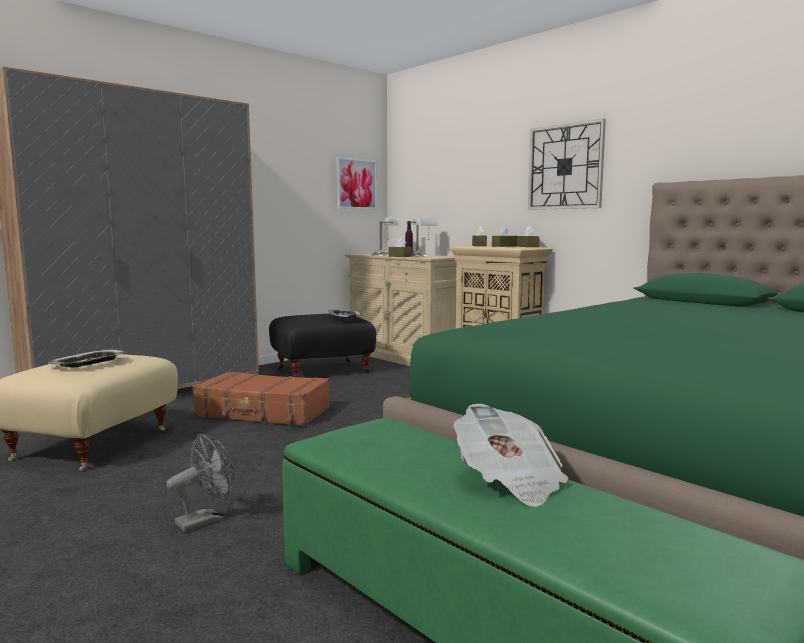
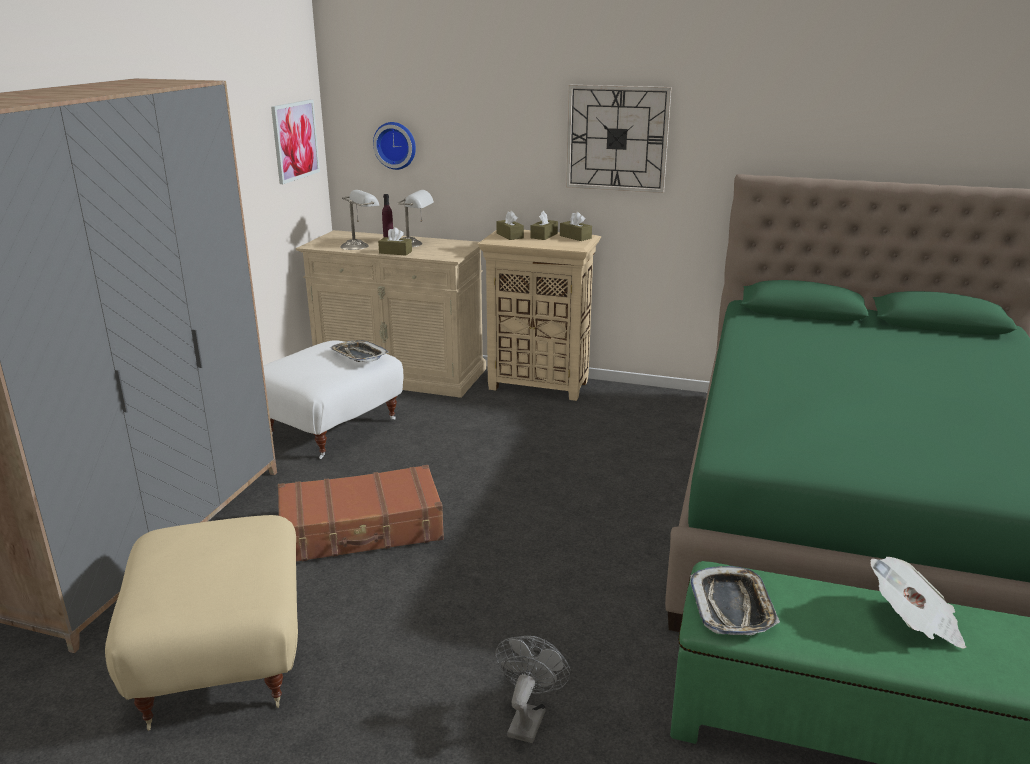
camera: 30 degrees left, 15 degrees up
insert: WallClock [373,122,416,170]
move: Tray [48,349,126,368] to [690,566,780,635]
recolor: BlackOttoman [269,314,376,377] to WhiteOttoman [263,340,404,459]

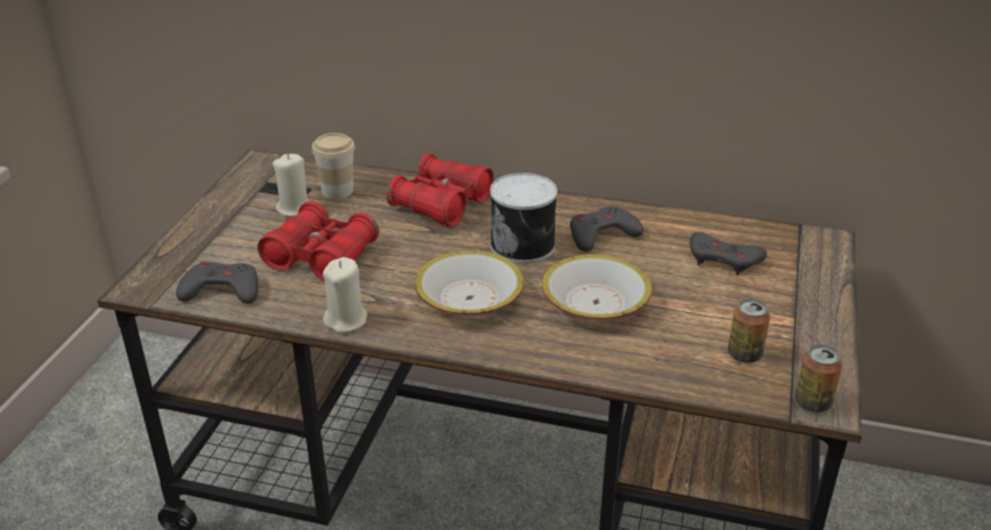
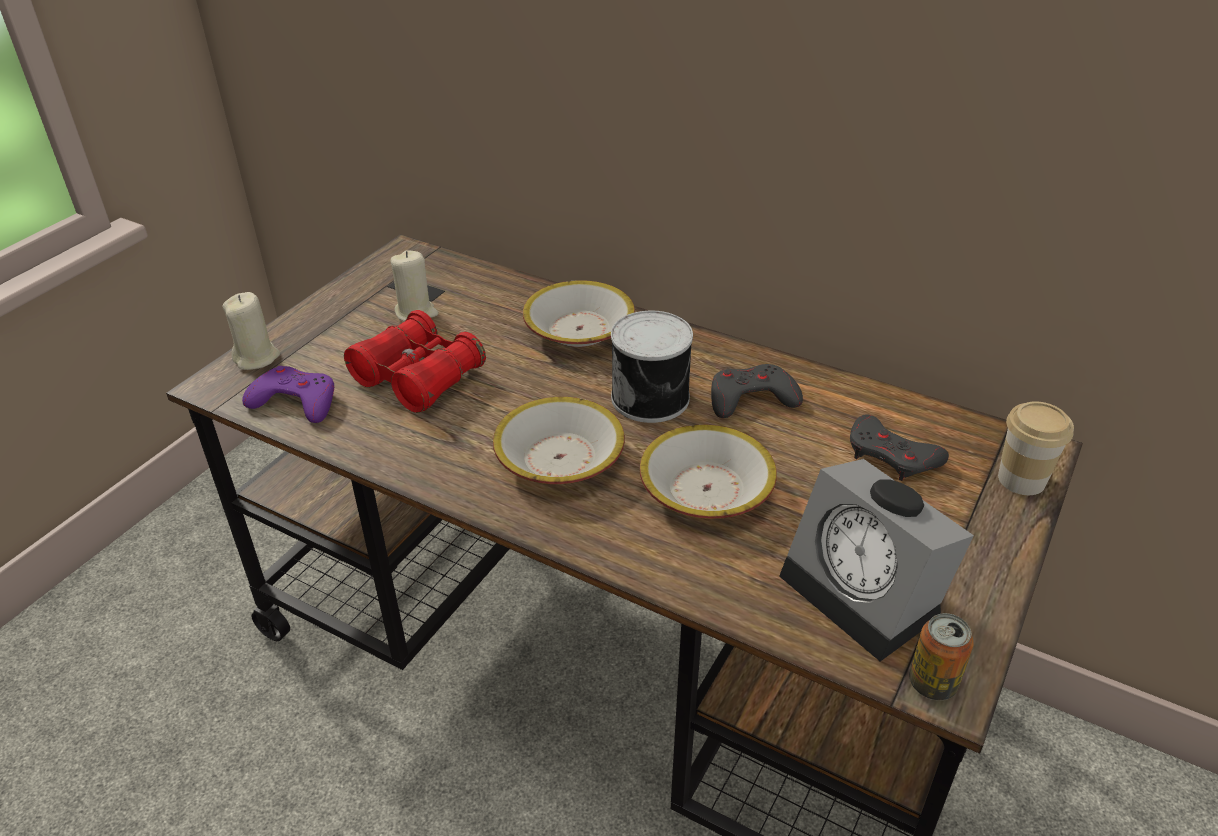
camera: 15 degrees right, 5 degrees up
move: BeigeCandle [323,257,367,333] to [223,292,280,370]; Cup [312,133,355,199] to [998,401,1074,495]
replace: RedBinoculars [386,153,494,227] to Bowl [523,280,635,347]; Can [728,298,770,363] to AlarmClock [779,459,974,662]
recolor: GreyGameController [176,261,258,304] to PurpleGameController [242,366,334,423]

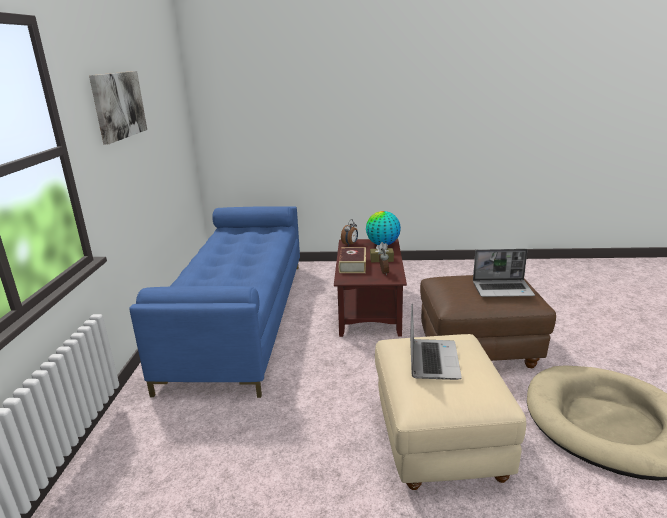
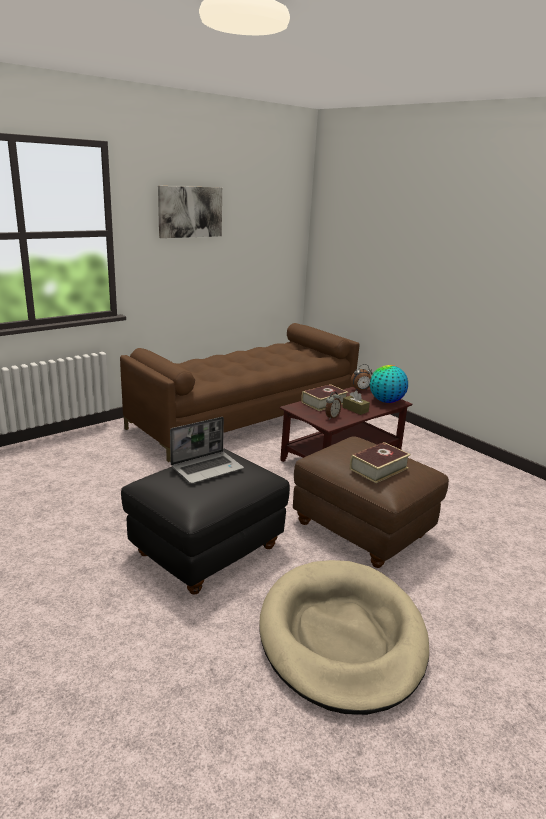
camera: 45 degrees right, 0 degrees up
replace: Laptop [473,249,535,297] to Book [350,442,411,483]
recolor: BlueSofa [129,206,300,398] to BrownSofa [120,323,360,462]; BeigeOttoman [375,334,526,490] to BlackOttoman [121,448,290,594]

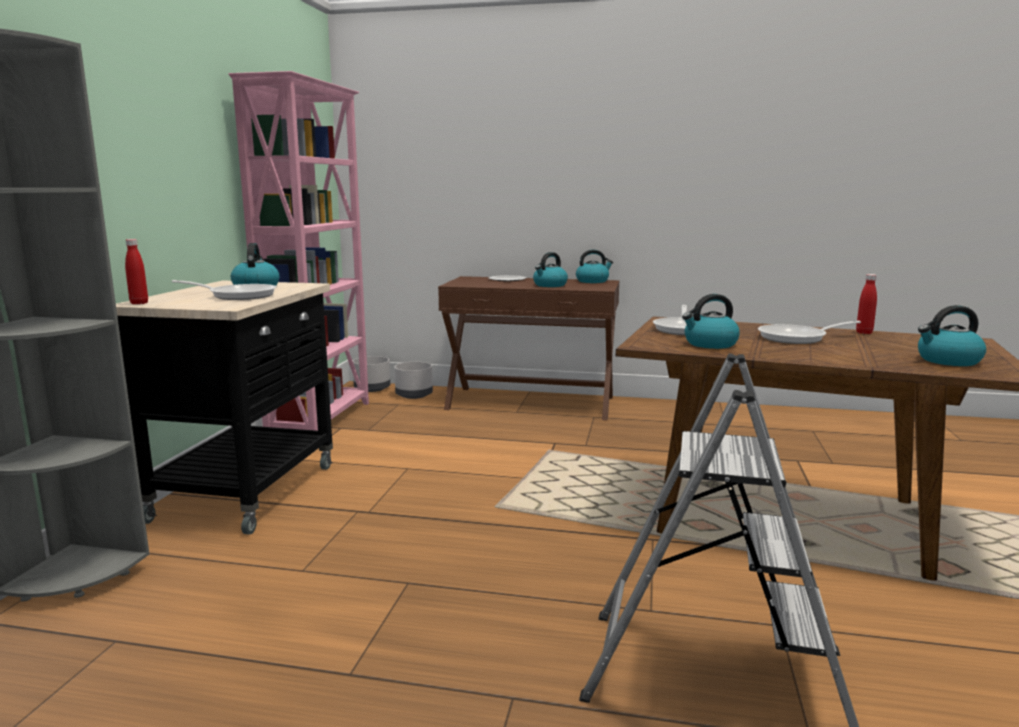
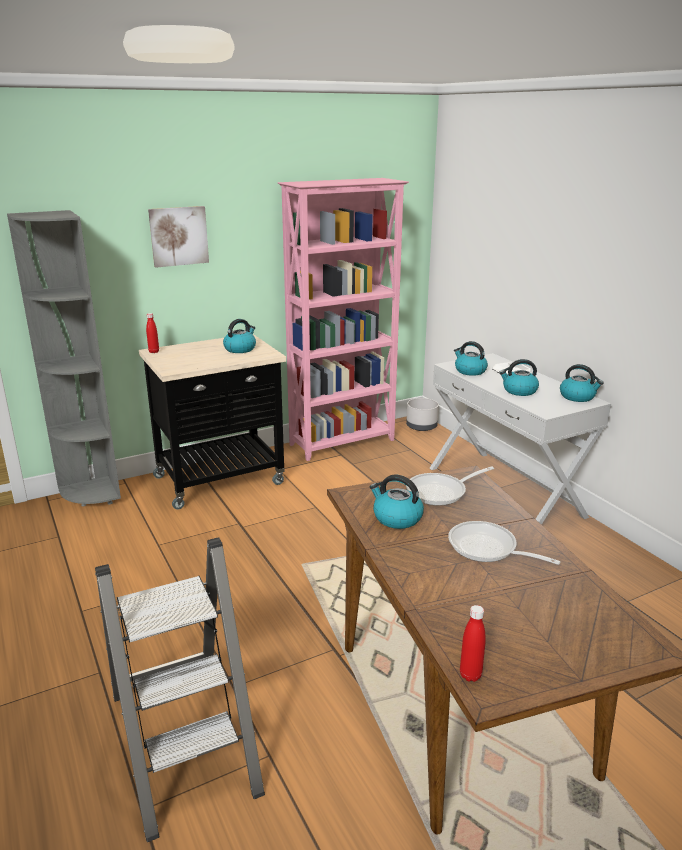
camera: 50 degrees right, 10 degrees up
delete: FryingPan [172,280,276,300]; GreyPlanter [394,362,433,399]
insert: Picture [148,206,209,268]
move: Kettle [918,305,986,366] to [454,341,488,376]; RedBottle [856,274,877,334] to [460,605,486,682]
recolor: BrownConsoleTable [438,276,620,420] to WhiteConsoleTable [429,353,611,525]

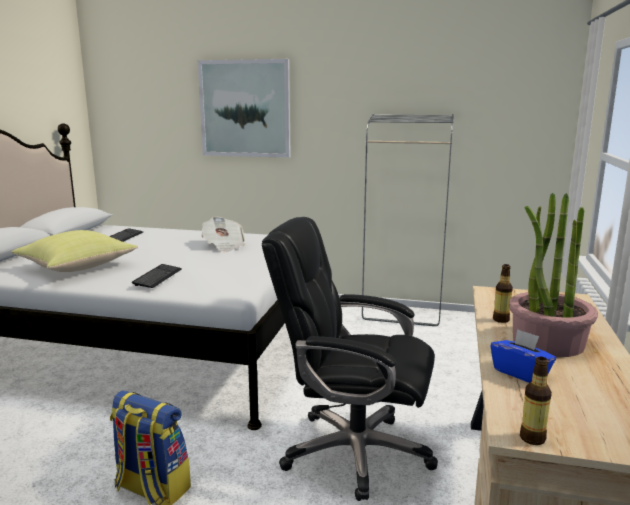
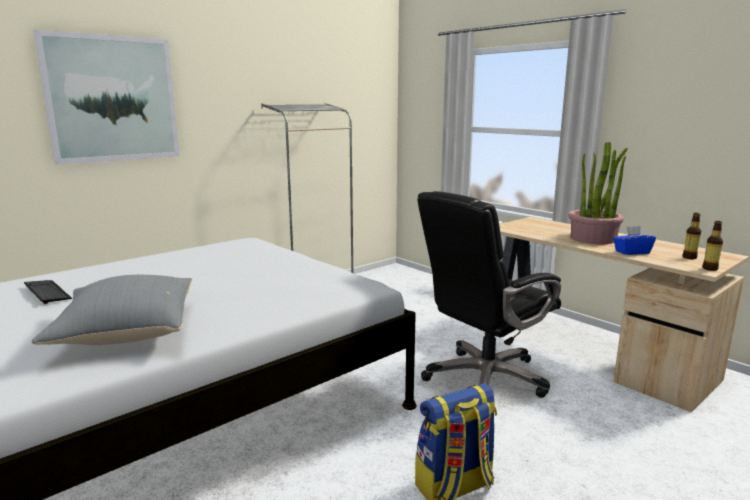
camera: 55 degrees left, 0 degrees up
delete: Keyboard [132,264,182,288]; Newspaper [201,217,245,252]
move: Bottle [493,264,513,323] to [683,213,701,259]
recolor: YellowPillow [11,230,138,272] to GreyPillow [32,275,192,345]

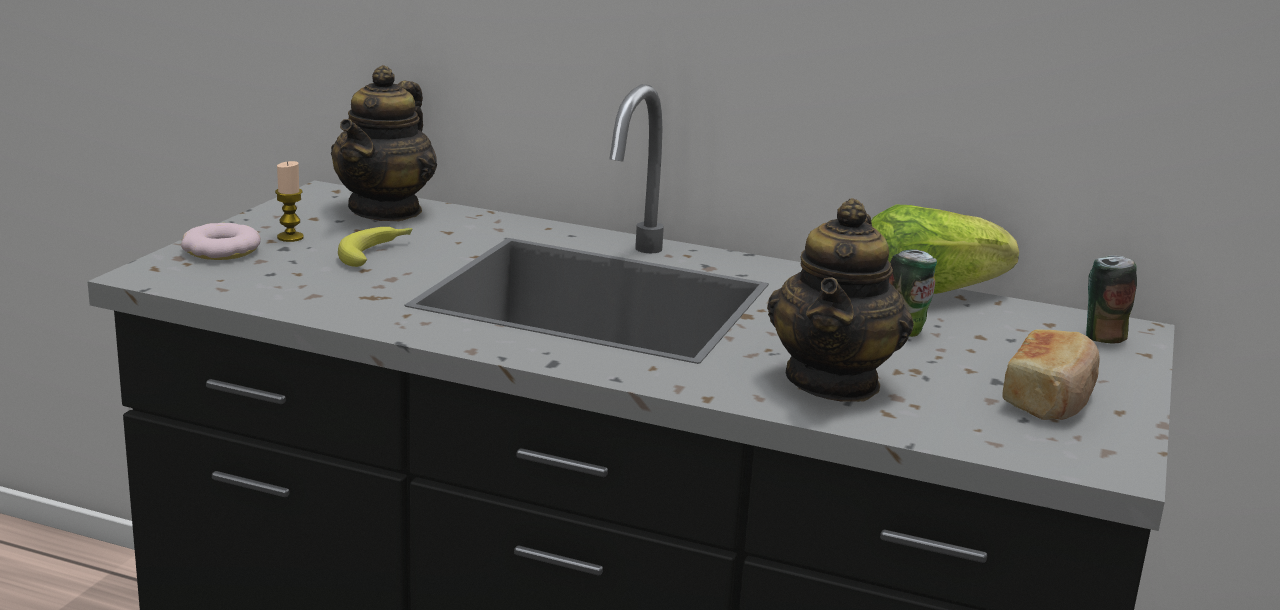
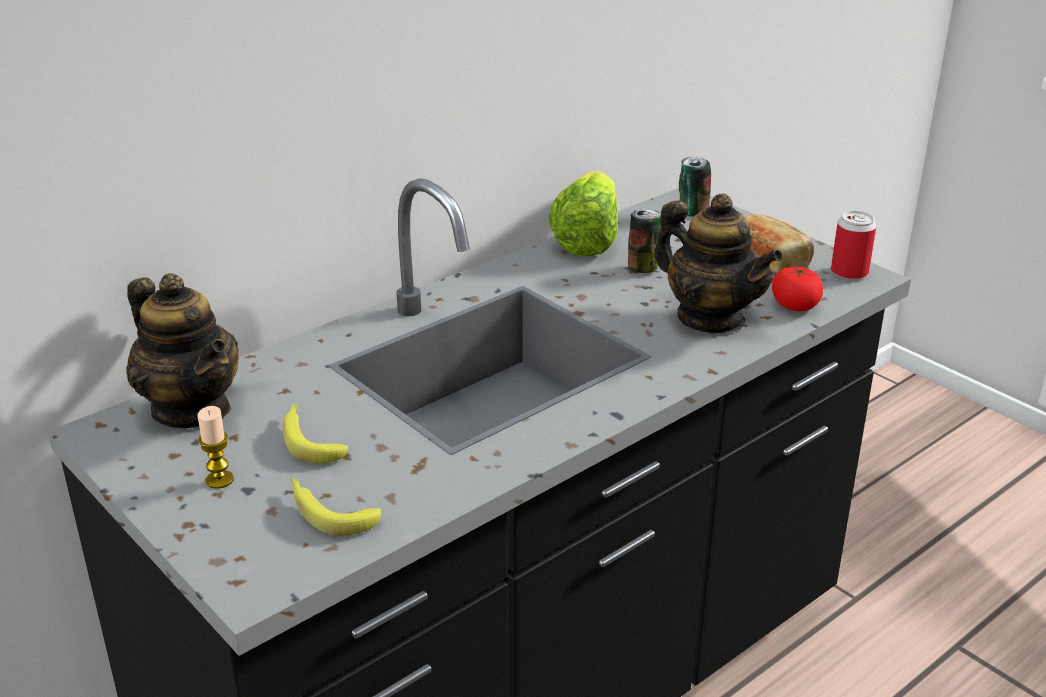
camera: 60 degrees left, 10 degrees up
delete: Donut [181,223,261,260]
insert: Banana [290,478,381,536]; Tomato [772,266,823,311]; Can [831,210,876,280]

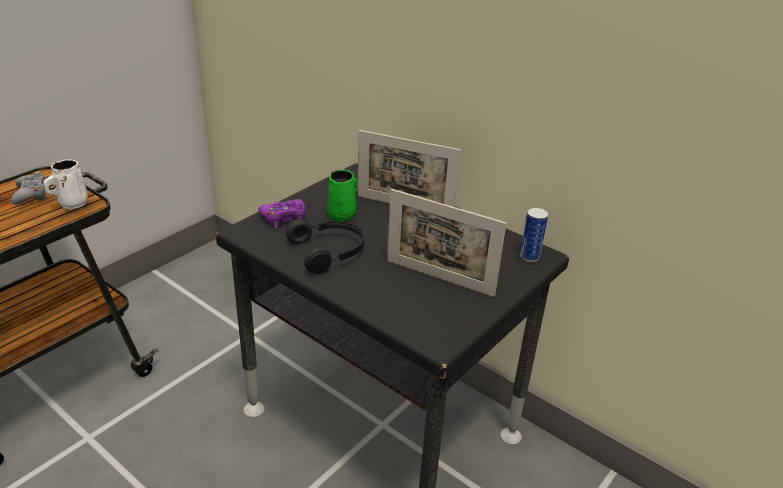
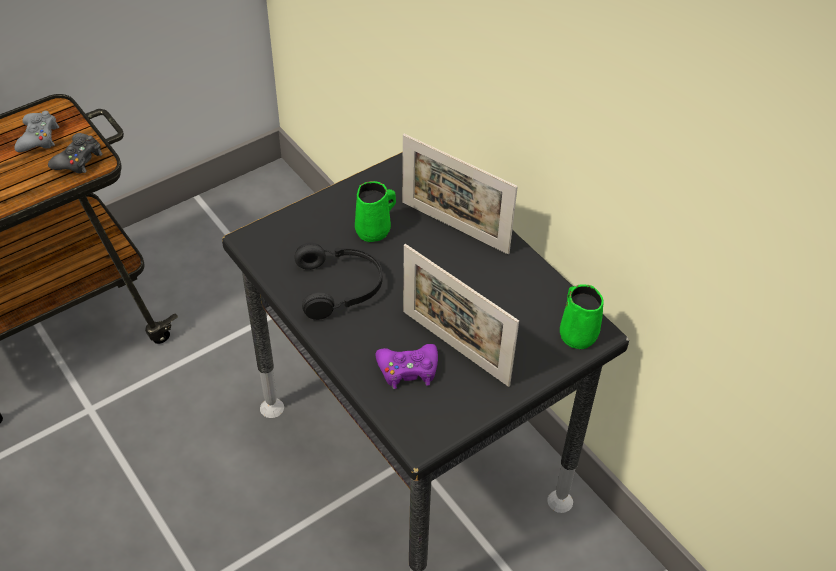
camera: 15 degrees right, 15 degrees up
move: PurpleGameController [258,199,306,228] to [376,344,438,389]
replace: WhiteMug [43,160,88,209] to BlackGameController [48,133,103,174]; Can [520,207,548,263] to GreenMug [560,284,604,349]

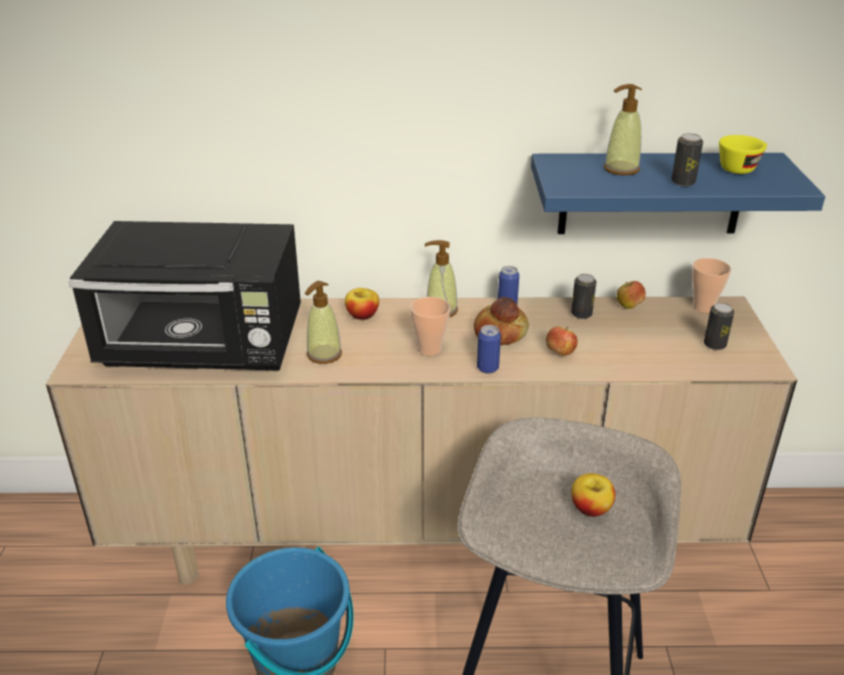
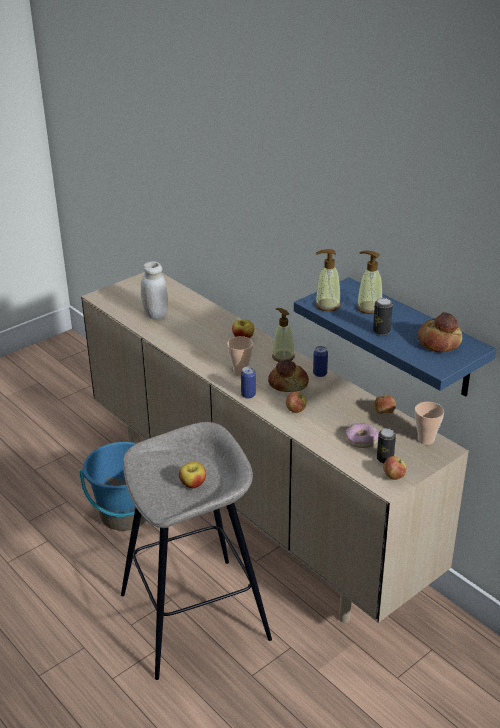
camera: 50 degrees right, 0 degrees up
delete: Can [571,274,596,319]
insert: Donut [345,423,379,448]; Apple [383,456,407,480]
move: SoapDispenser [305,281,342,364] to [315,249,341,311]
replace: BlackMicrowave [69,221,301,371] to WhiteJar [141,261,168,319]; YellowCup [719,135,767,174] to Bread [417,312,462,353]

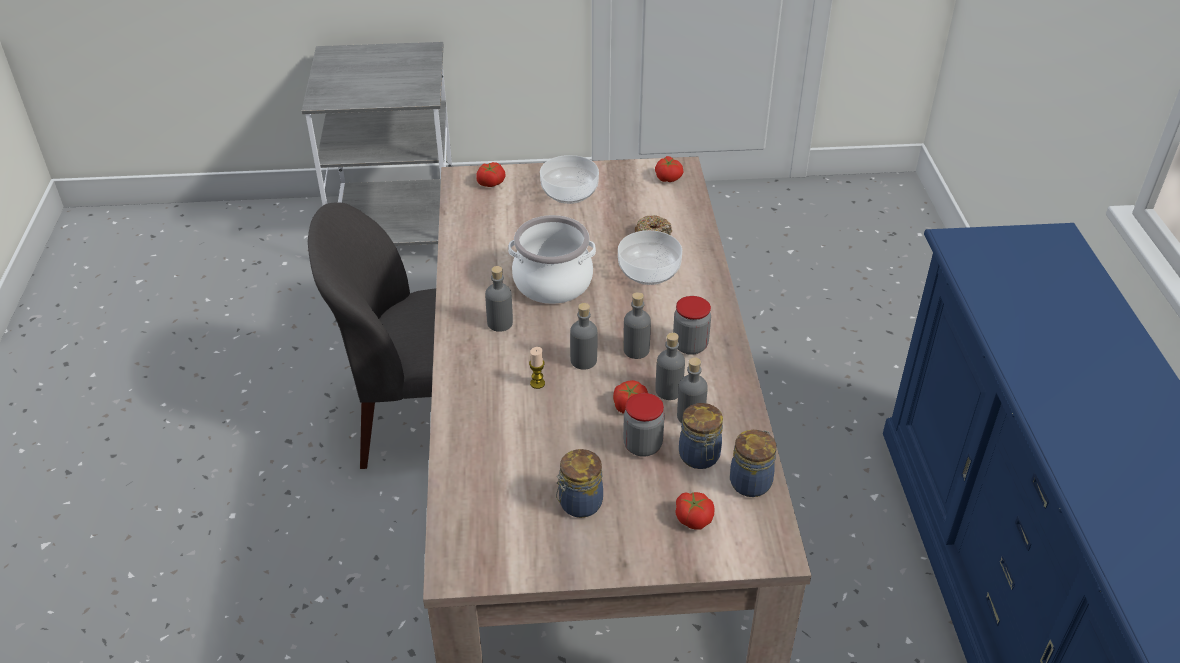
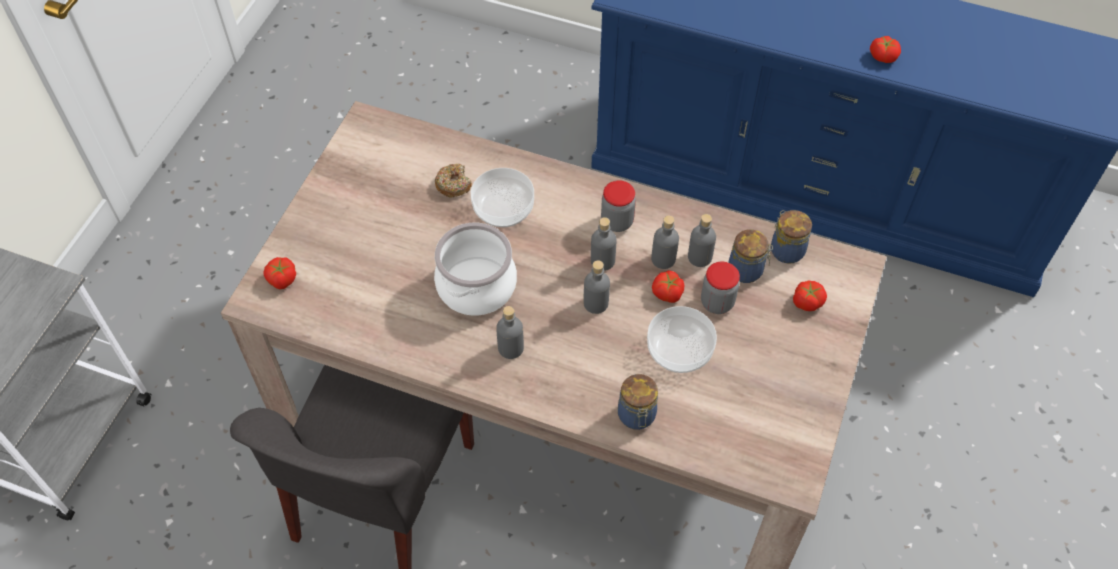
camera: 65 degrees left, 15 degrees up
delete: Candle [529,347,545,389]
move: Jar [556,449,603,518] to [618,374,658,430]; Bowl [540,155,599,204] to [647,306,717,373]; Tomato [655,156,684,182] to [870,36,901,63]

